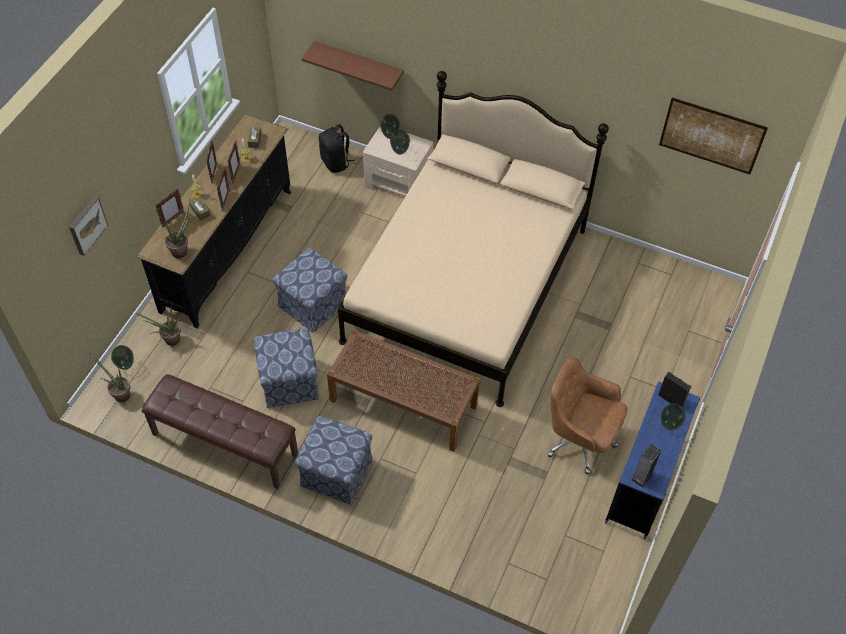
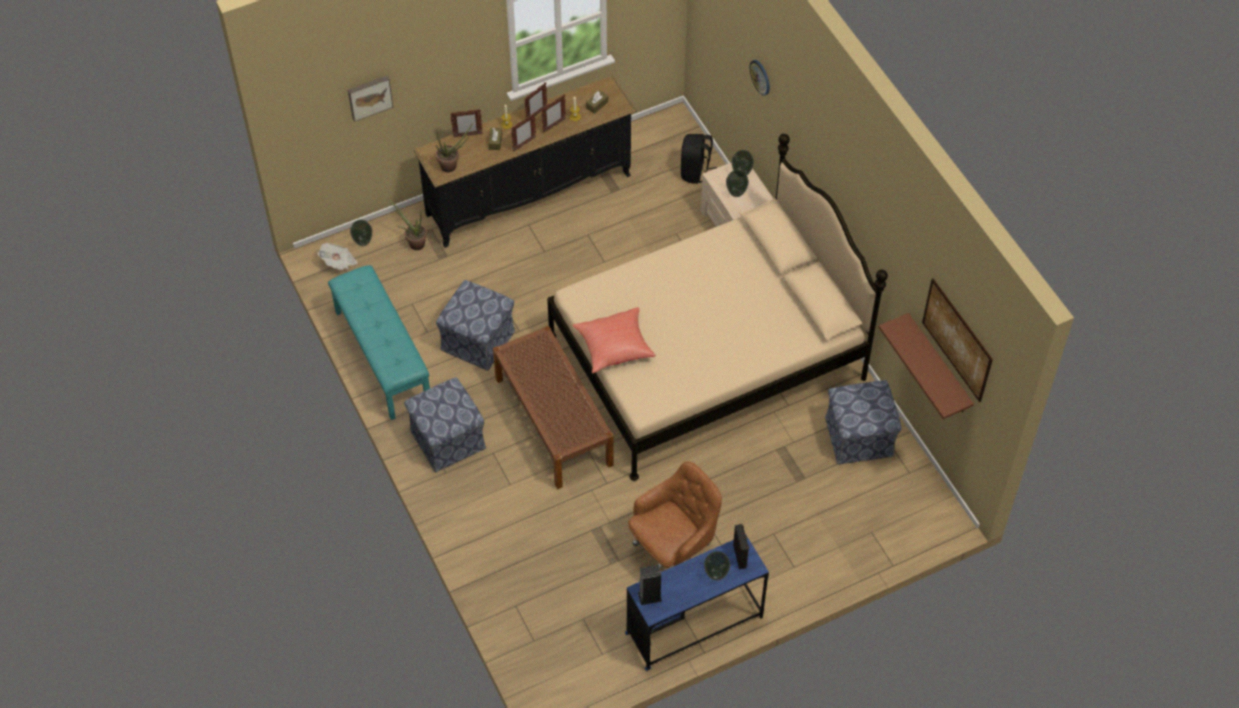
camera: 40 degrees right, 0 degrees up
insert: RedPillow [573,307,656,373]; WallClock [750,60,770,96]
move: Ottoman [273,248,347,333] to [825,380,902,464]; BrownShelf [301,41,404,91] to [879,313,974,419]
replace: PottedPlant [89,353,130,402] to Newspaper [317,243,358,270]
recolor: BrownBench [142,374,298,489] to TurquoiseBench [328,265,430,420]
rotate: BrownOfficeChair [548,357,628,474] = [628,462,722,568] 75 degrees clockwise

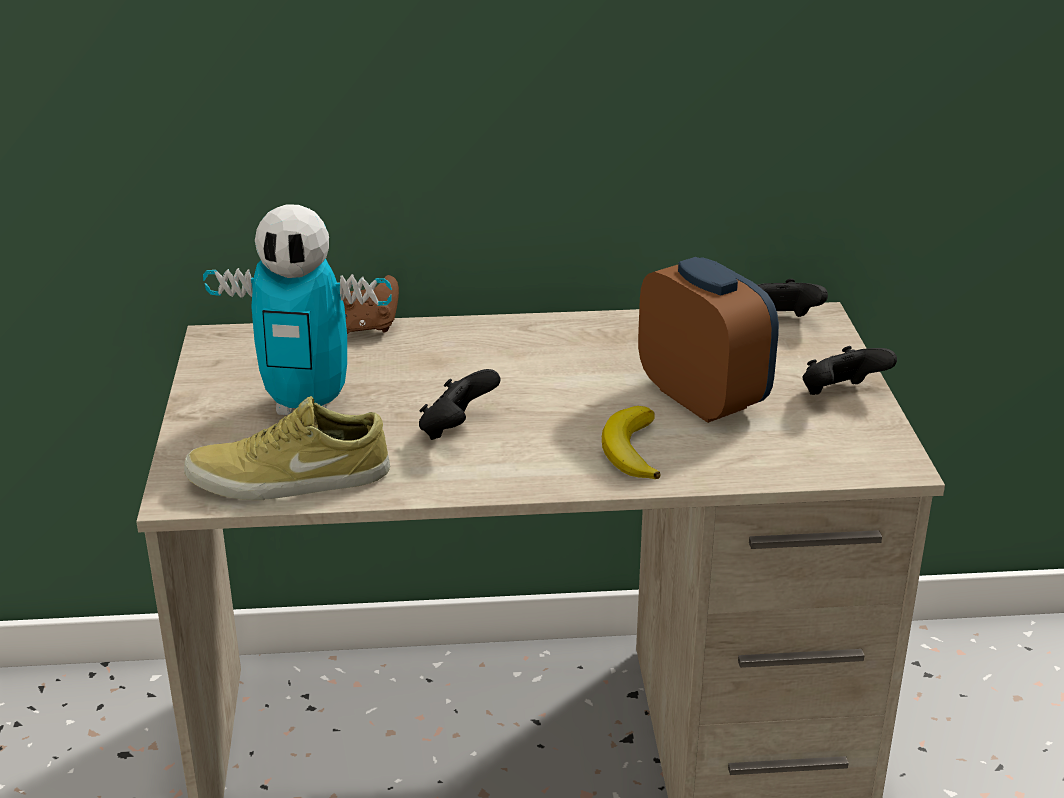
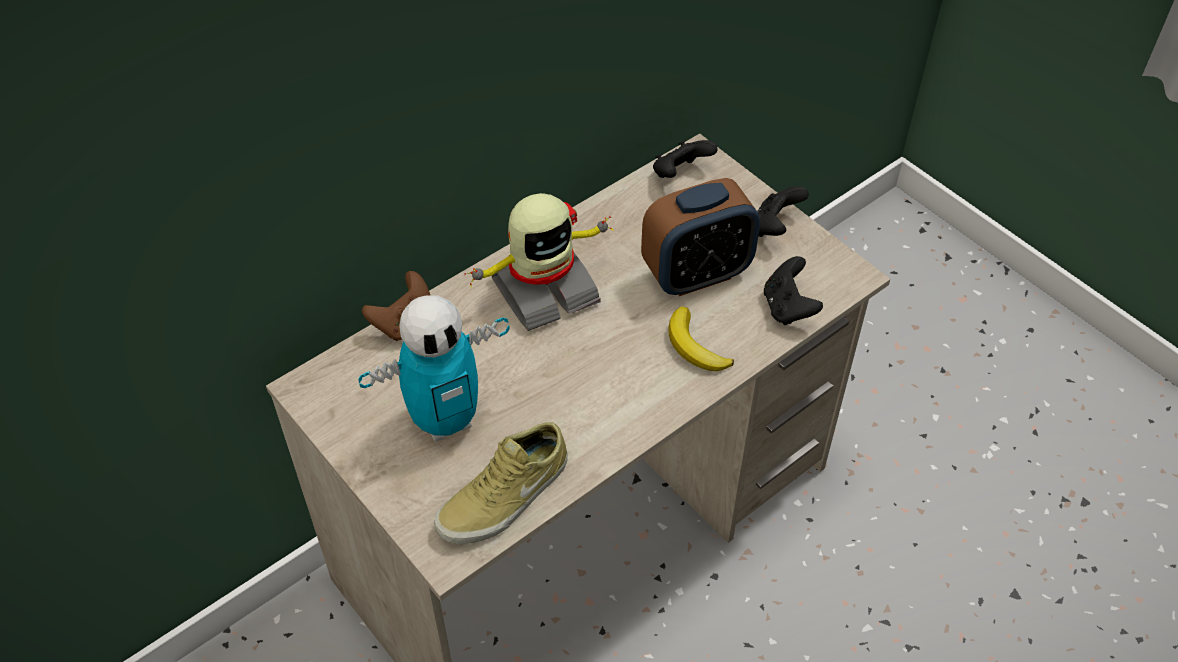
camera: 35 degrees left, 20 degrees up
insert: ToyRobot [464,193,615,331]
move: BlackGameController [419,369,501,440] to [764,256,823,325]
rotate: AlarmClock [638,257,779,423] = [641,178,760,296] 135 degrees clockwise

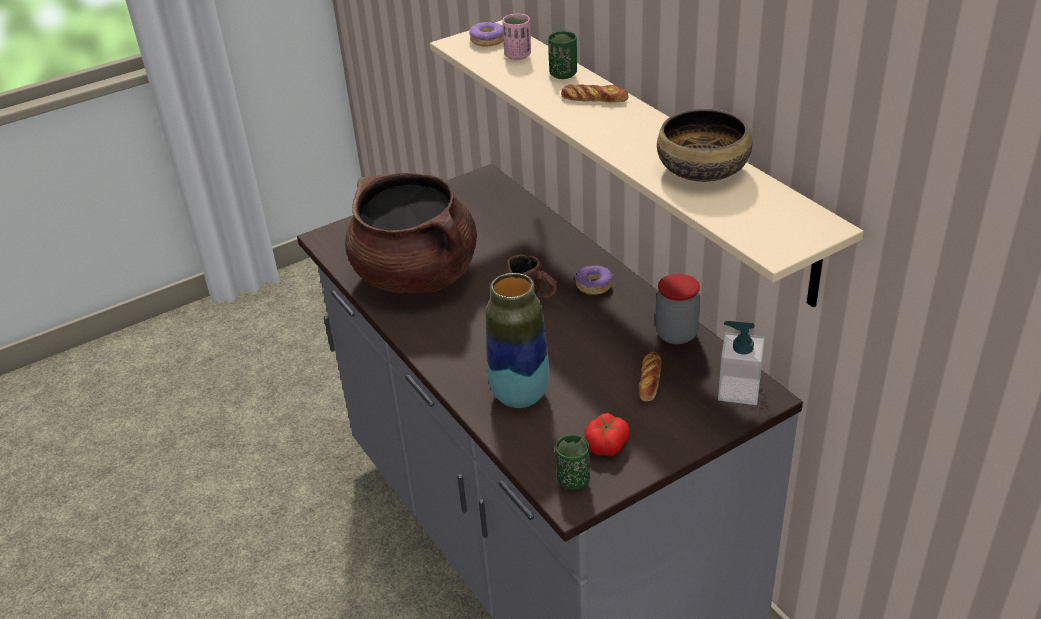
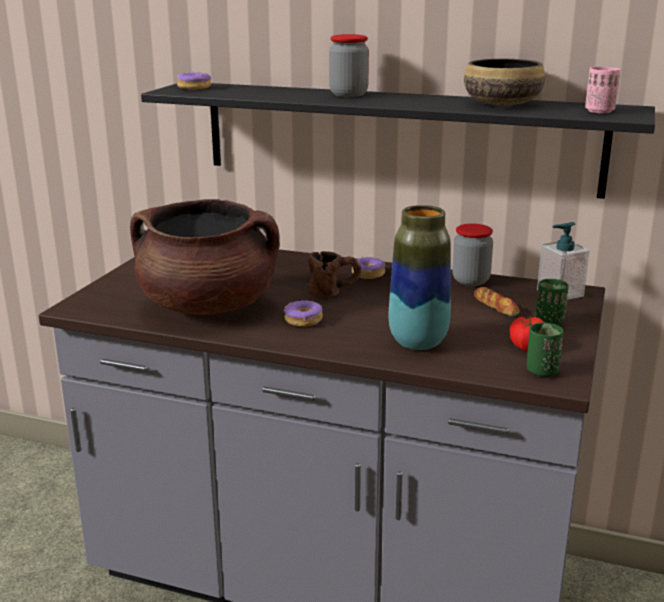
camera: 40 degrees left, 15 degrees down
insert: Donut [284,301,323,327]
move: GreenCup [548,31,577,79] to [535,279,569,325]; PinkCup [502,14,531,60] to [585,66,620,113]
replace: Bread [561,84,628,102] to Jar [329,34,369,97]
recolor: BeigeShelf [430,20,864,308] to BlackShelf [141,83,655,199]

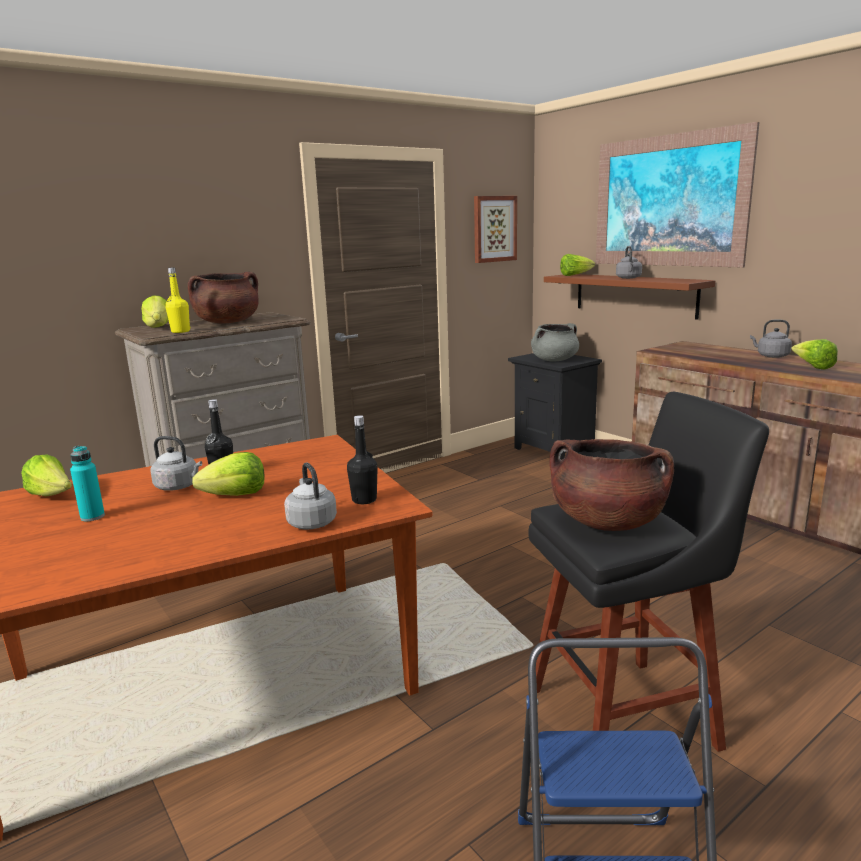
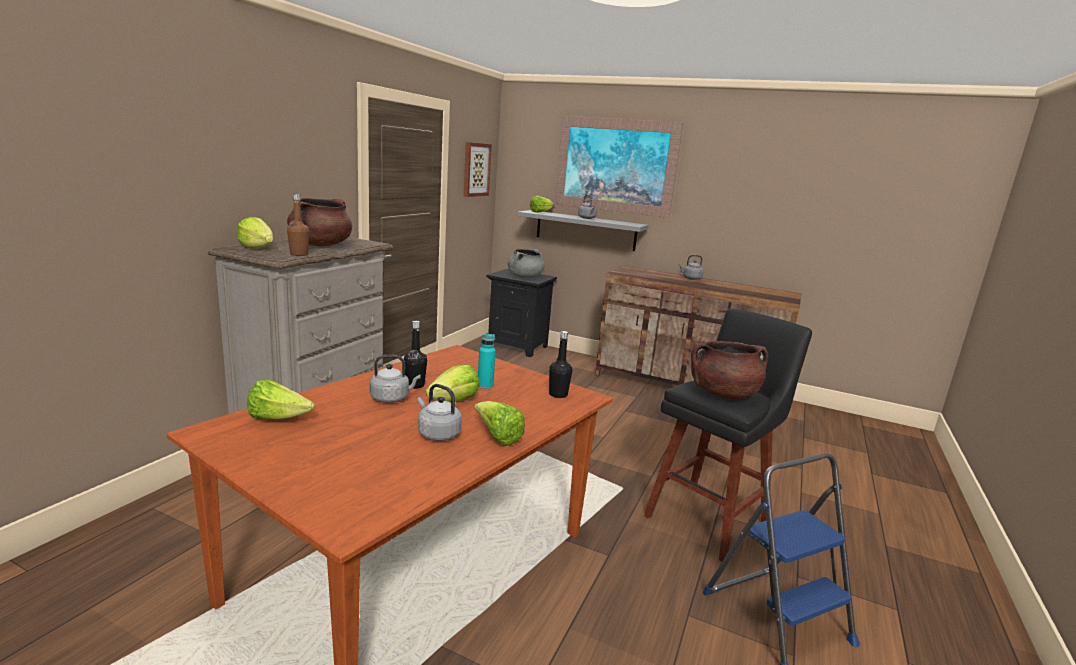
camera: 30 degrees left, 0 degrees up
move: GreyKettle [284,462,337,529] to [417,384,462,441]; Lettuce [791,339,838,369] to [474,401,525,446]; TurquoiseBottle [70,446,105,521] to [478,334,496,389]
recolor: YellowBottle [165,268,190,333] to BrownBottle [287,194,309,256]; BrownShelf [544,274,715,320] to GreyShelf [517,210,649,251]

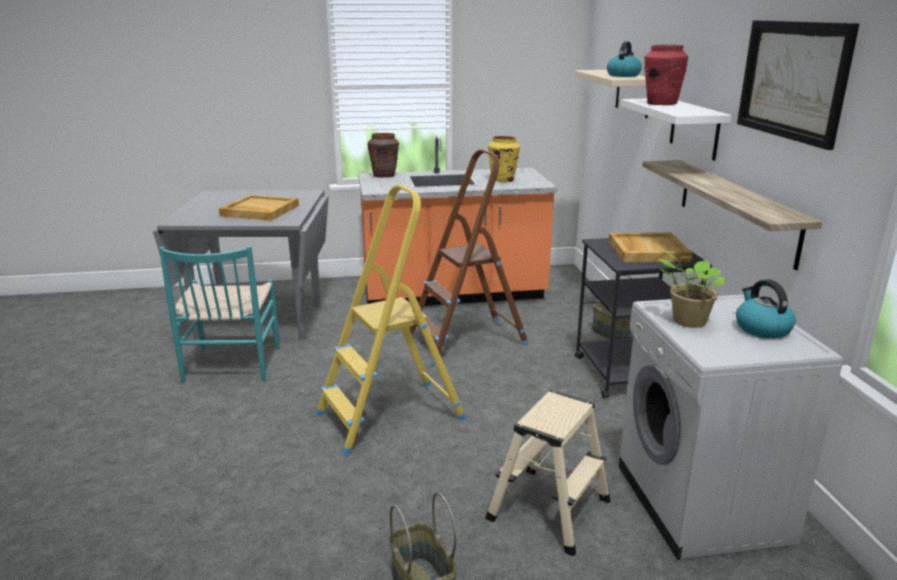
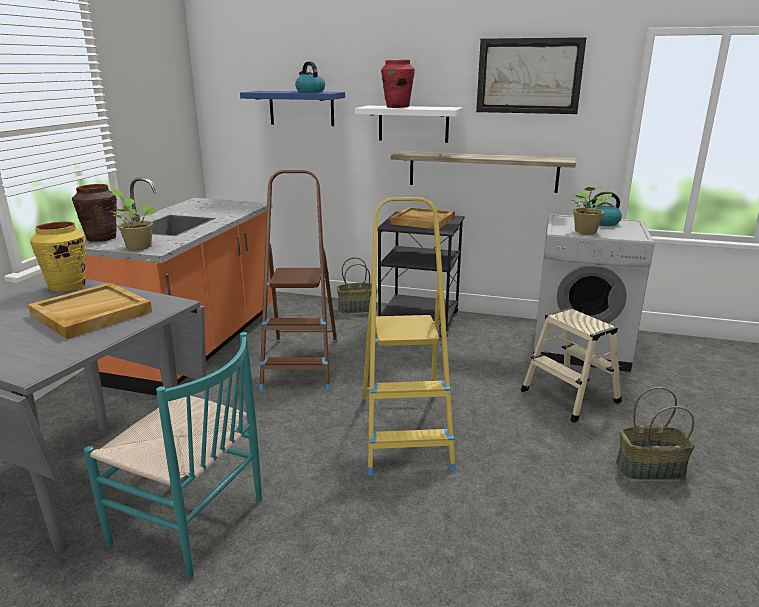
camera: 65 degrees left, 0 degrees up
insert: PottedPlant [108,189,157,250]
move: YellowVase [488,136,520,182] to [30,222,86,292]
recolor: BeigeShelf [574,70,648,118] to BlueShelf [240,91,345,126]

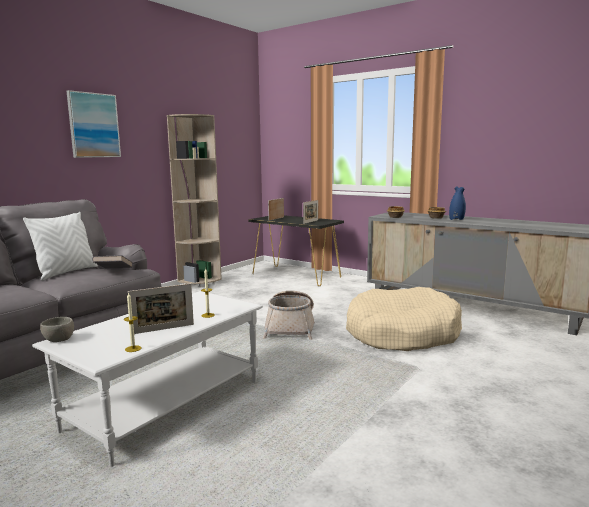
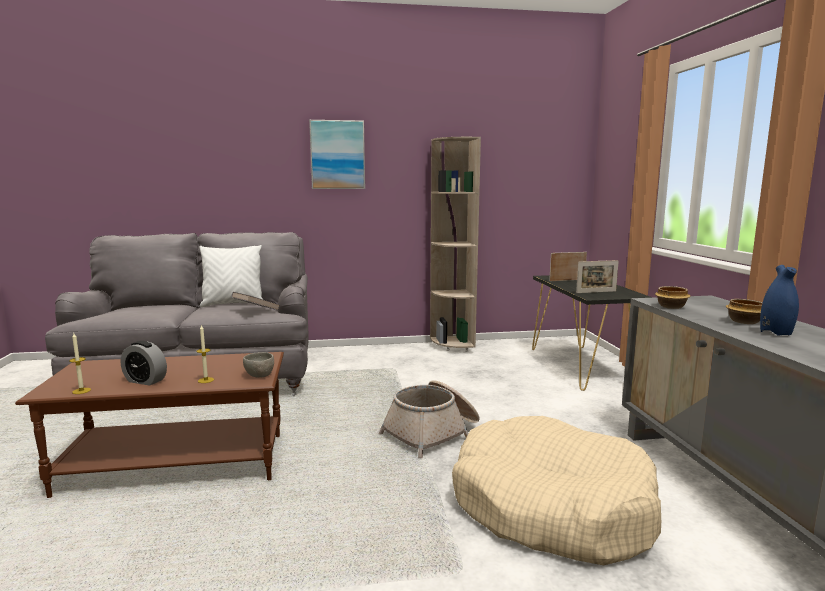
camera: 45 degrees right, 0 degrees up
move: GreyBowl [40,317,74,342] to [243,352,274,377]
replace: PictureFrame [128,283,194,334] to AlarmClock [121,341,167,386]
recolor: WhiteCoffeeTable [32,291,263,467] to BrownCoffeeTable [15,352,284,498]

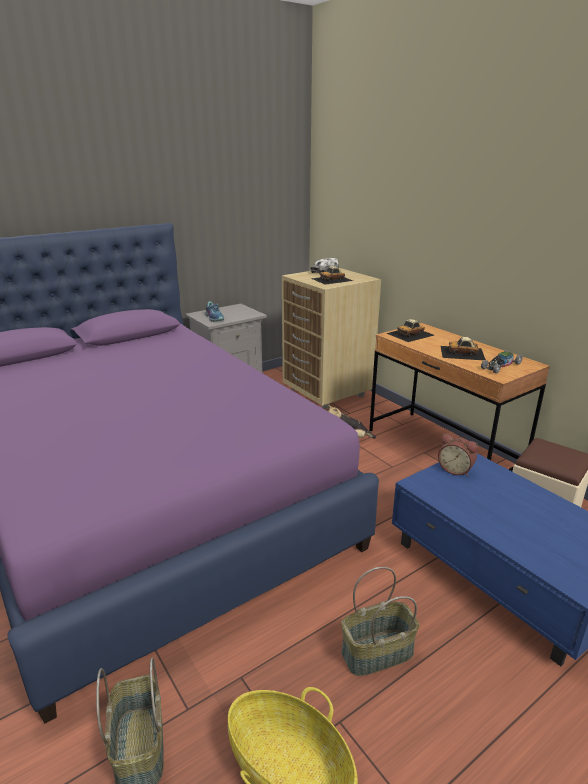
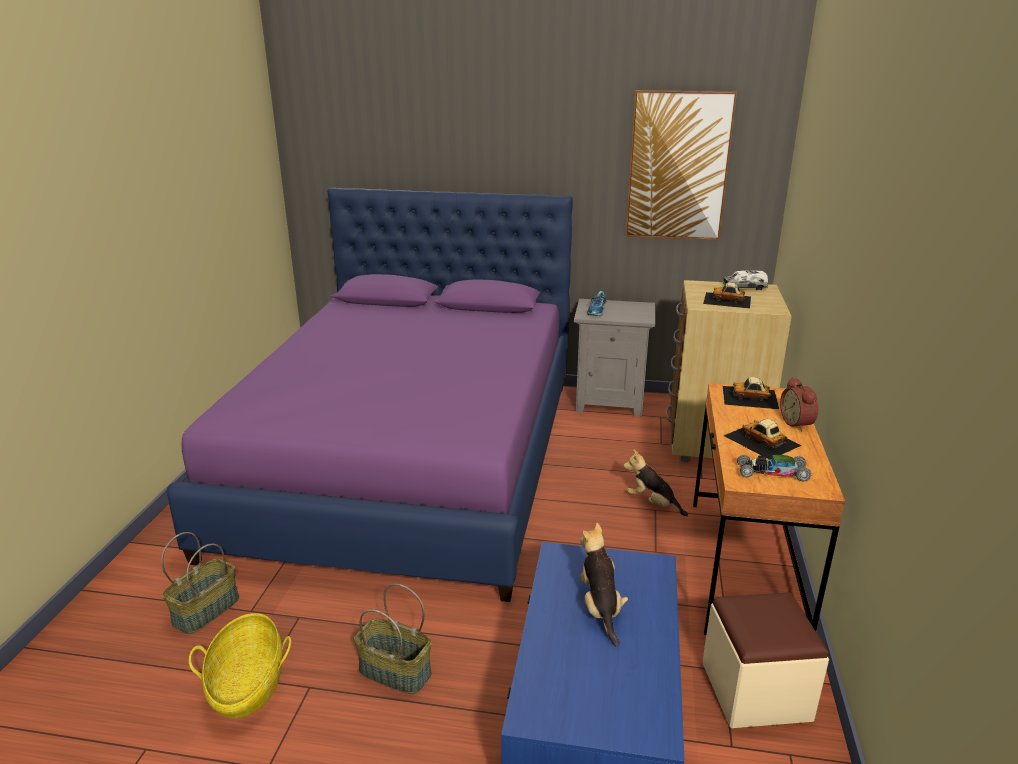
camera: 45 degrees right, 0 degrees up
insert: PlushToy [580,523,628,647]; Picture [626,90,737,240]
move: AlarmClock [438,434,478,476] to [780,377,818,431]

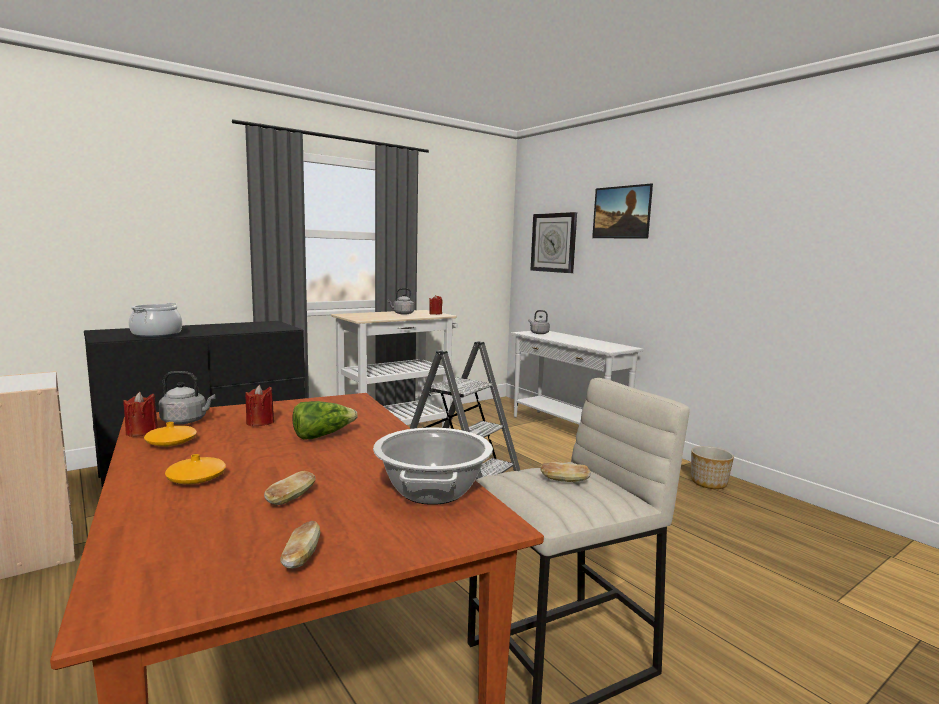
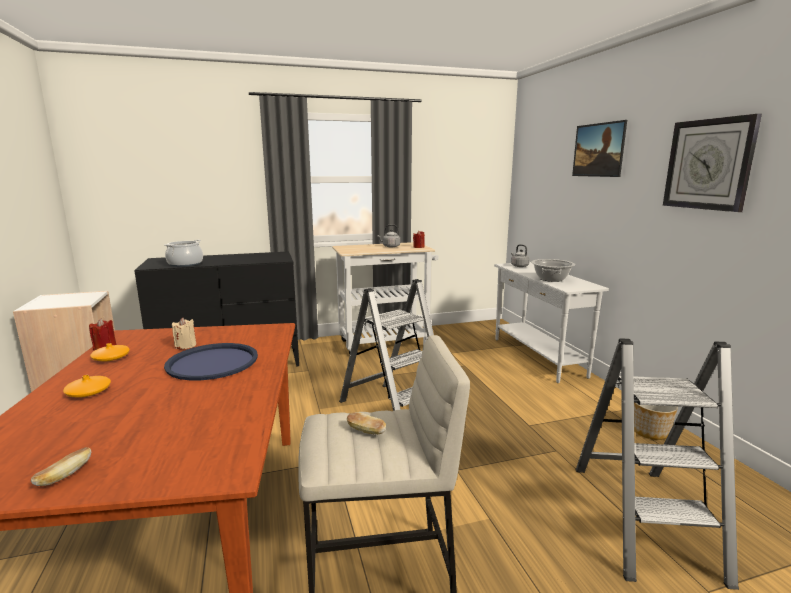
camera: 20 degrees right, 5 degrees up
delete: GreyKettle [158,371,216,424]; Bread [264,471,316,505]
insert: GreyStepLadder [575,339,739,590]
move: CookingPot [373,428,493,505] to [531,259,575,282]; WallClock [530,212,577,273] to [663,114,762,212]
replace: Lettuce [292,401,358,440] to BlueTray [164,343,258,380]
recolor: RedCandle [245,385,274,426] to BeigeCandle [172,318,196,349]

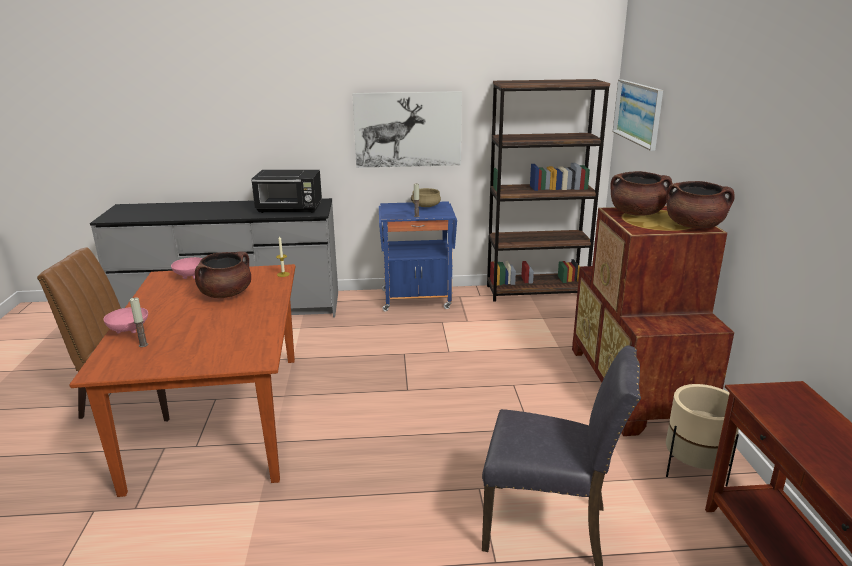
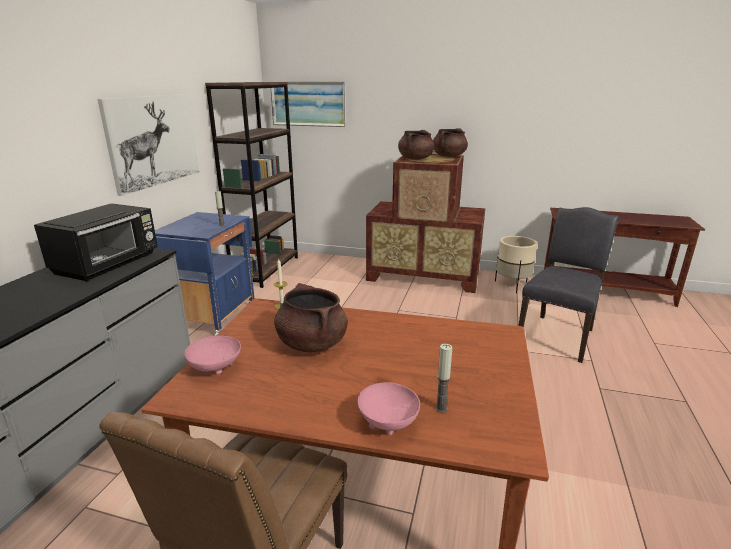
camera: 70 degrees left, 0 degrees up
delete: BeigeCookingPot [411,188,441,207]

